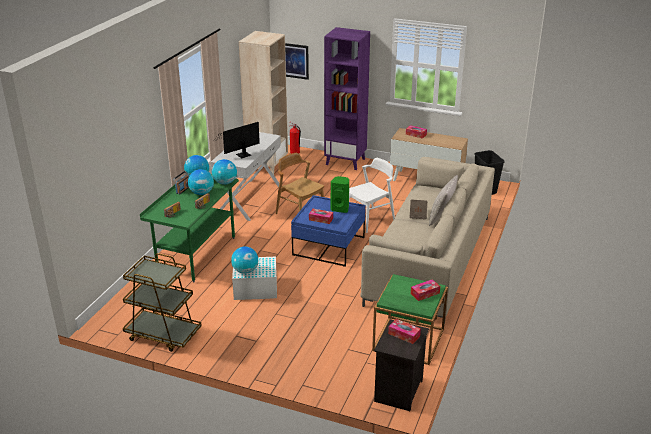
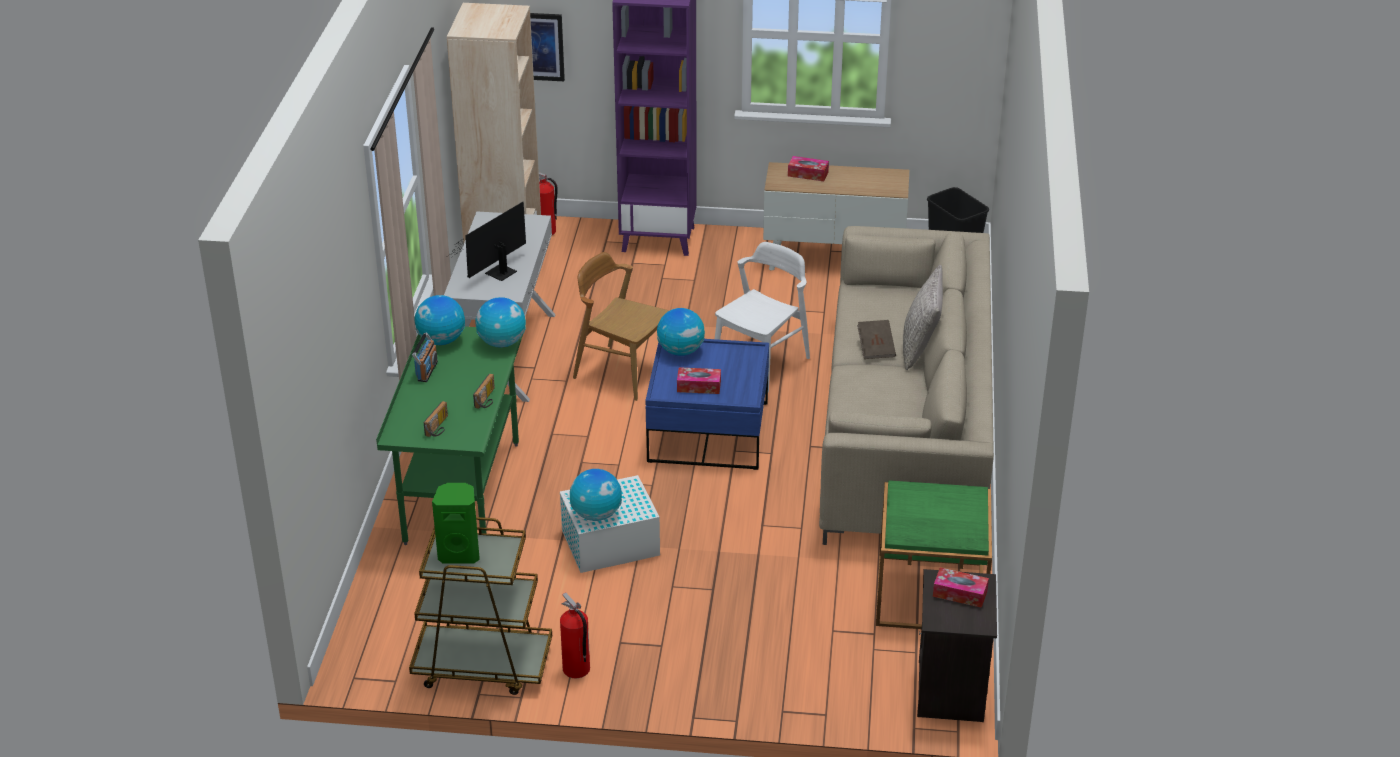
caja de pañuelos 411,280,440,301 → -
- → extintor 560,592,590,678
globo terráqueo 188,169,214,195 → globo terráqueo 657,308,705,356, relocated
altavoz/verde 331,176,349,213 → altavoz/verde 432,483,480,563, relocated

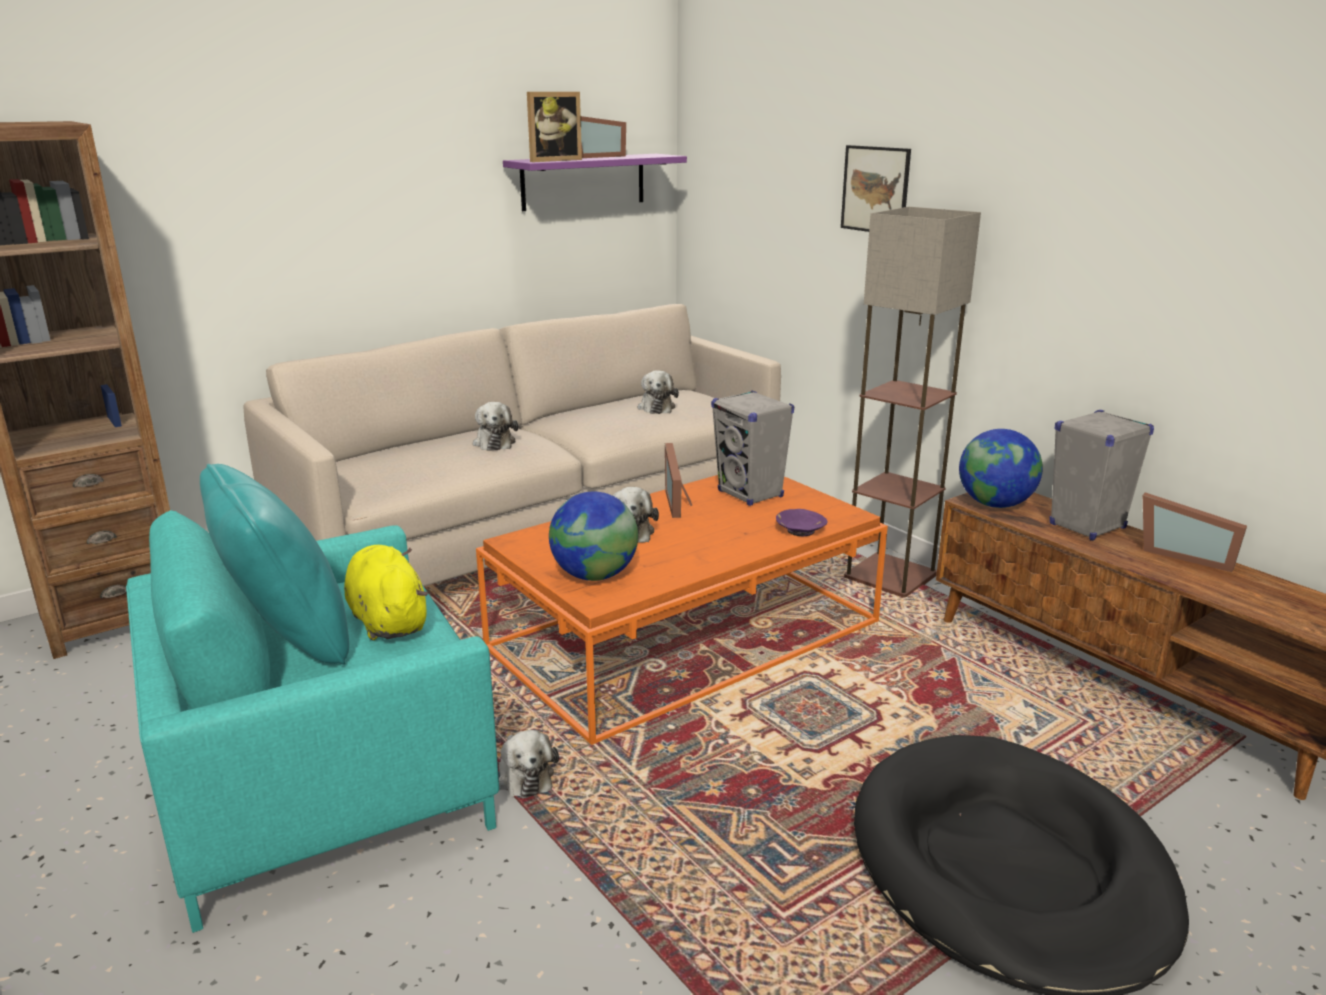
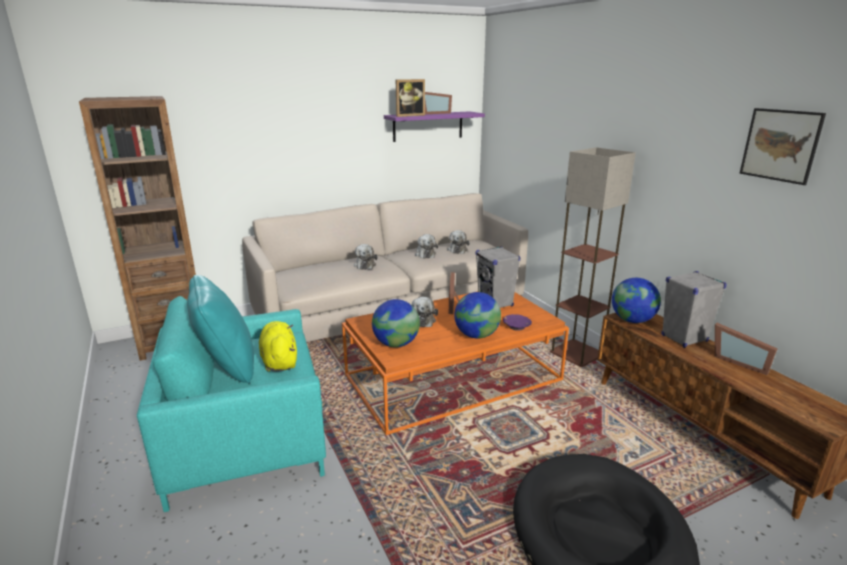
- → globo terráqueo 454,292,501,339
peluche 499,730,559,799 → peluche 415,234,438,259, relocated
cuadro 841,145,911,232 → cuadro 740,108,826,185, relocated

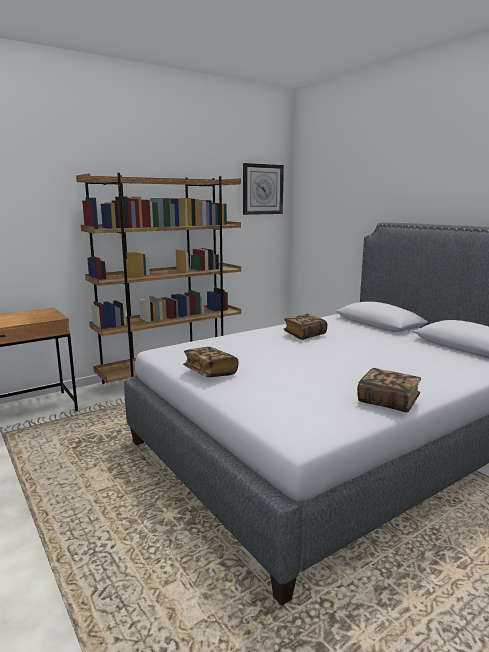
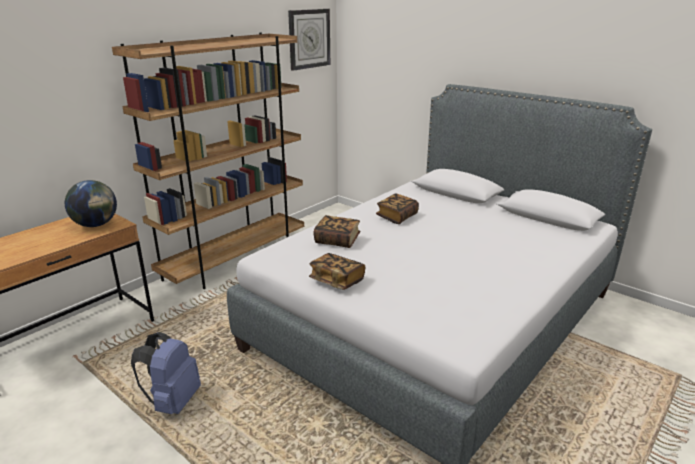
- → globo terráqueo 65,180,117,227
- → mochila/azul 131,332,201,414
libro 357,368,421,412 → libro 313,215,360,248, relocated

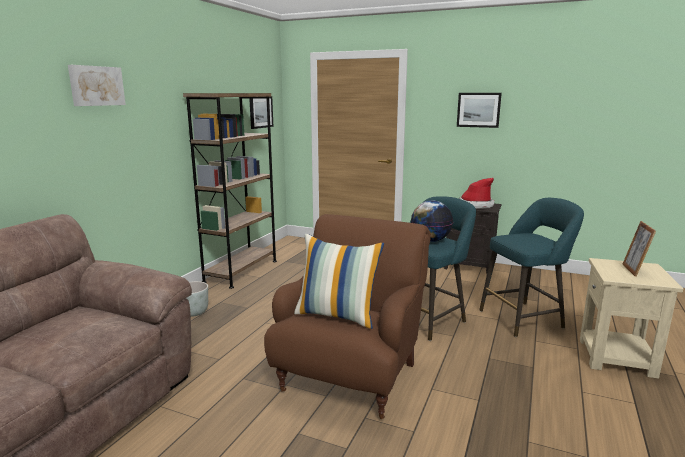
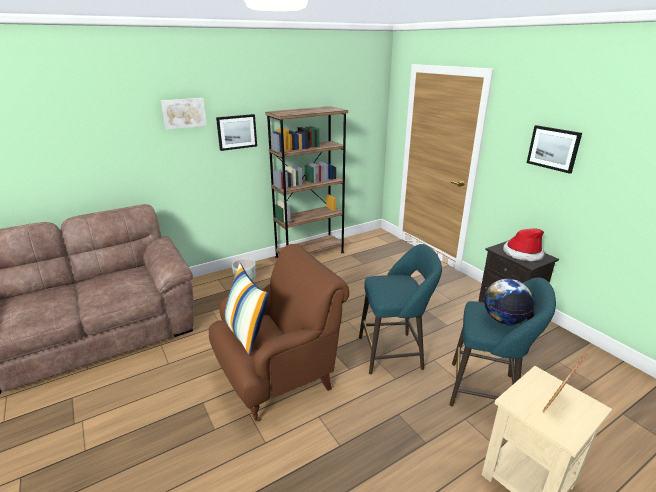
cuadro 249,96,273,129 → cuadro 216,114,257,151, relocated
globo terráqueo 411,200,453,242 → globo terráqueo 484,279,534,325, relocated

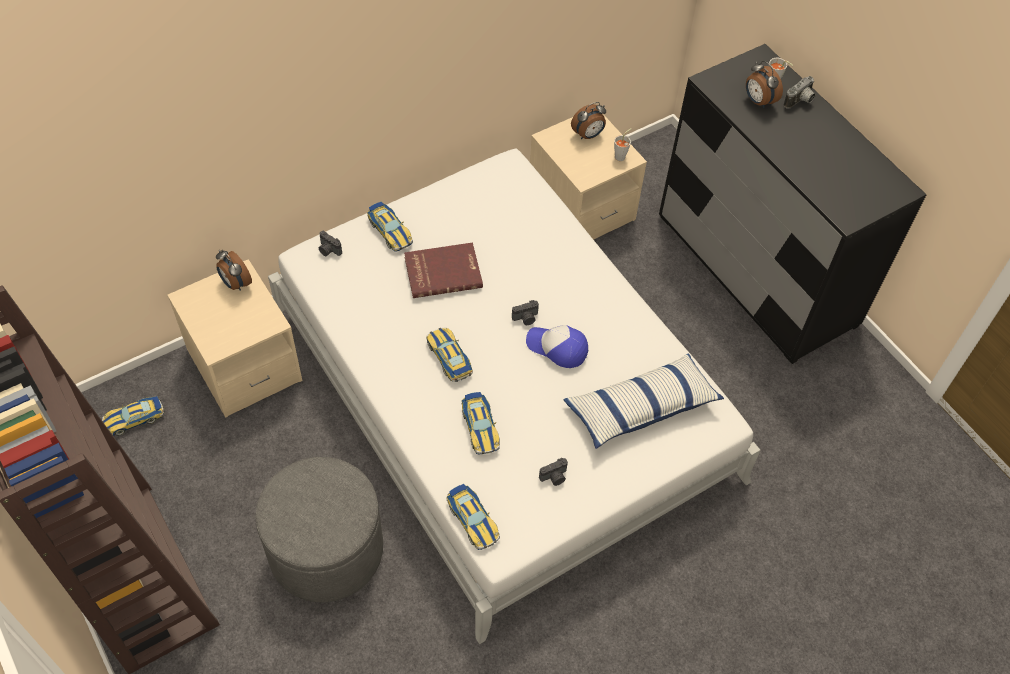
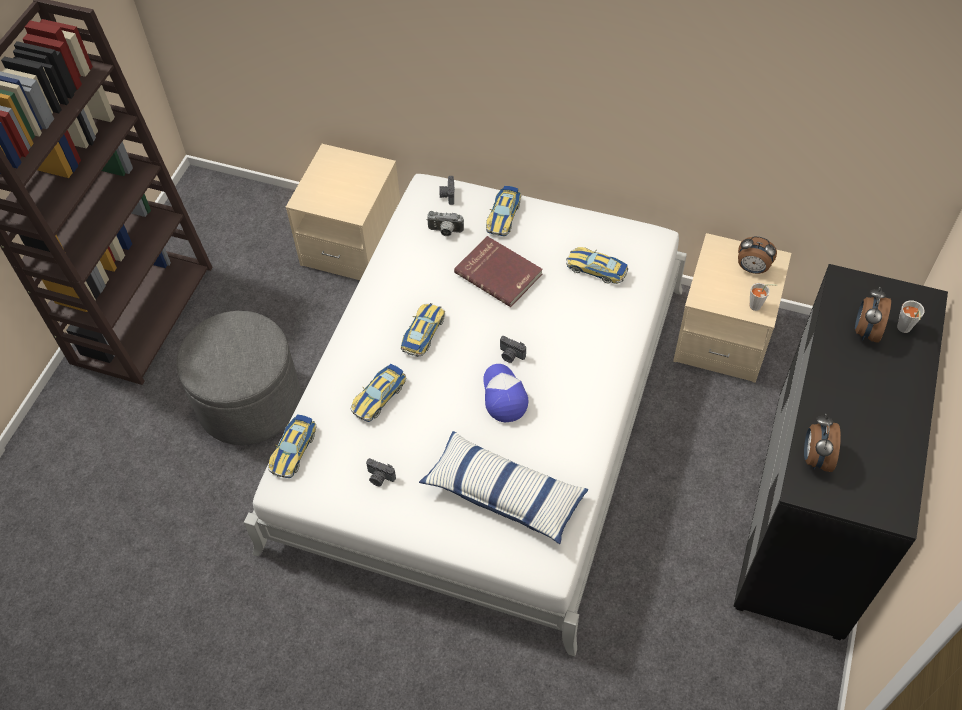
coche de juguete 102,396,164,435 → coche de juguete 566,247,628,284, relocated
despertador 216,250,252,291 → despertador 804,414,841,472, relocated
cámara 784,76,816,109 → cámara 427,211,464,236, relocated

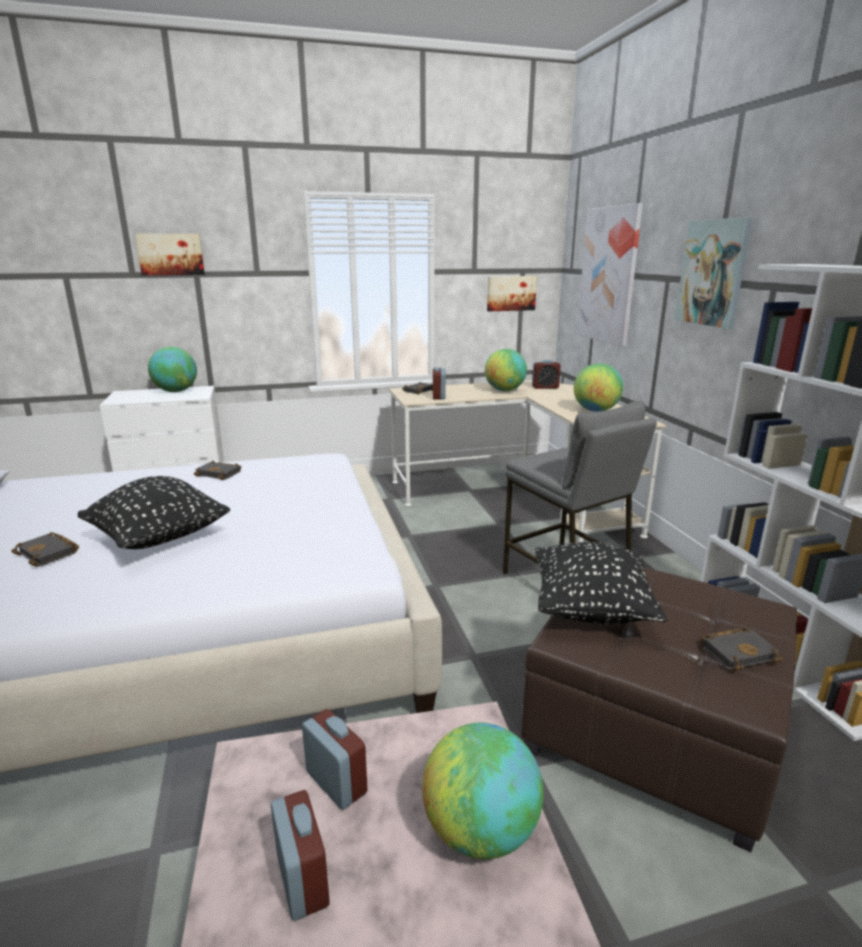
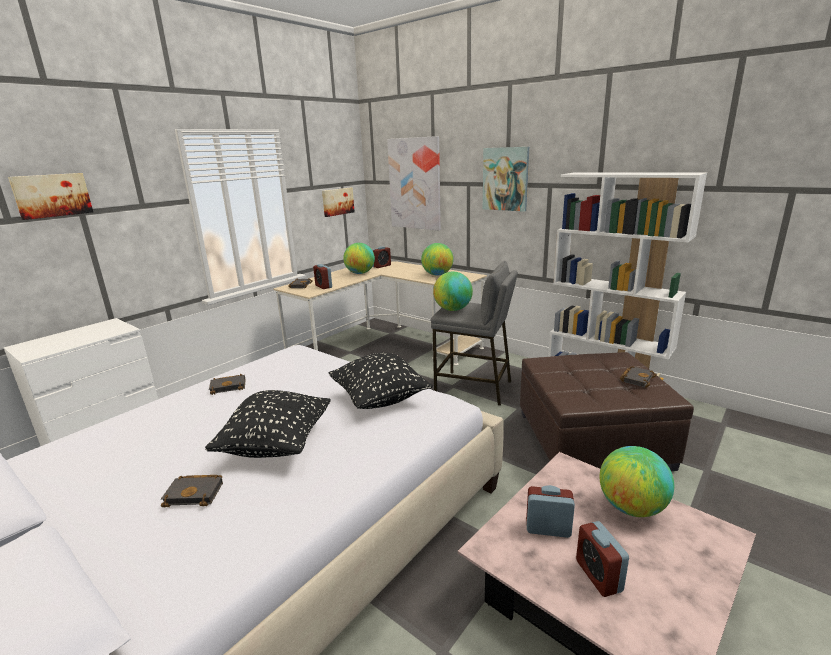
globo terráqueo 148,347,197,392 → globo terráqueo 433,272,473,311, relocated
cojín/negro 535,542,667,624 → cojín/negro 328,352,433,409, relocated
despertador 271,790,330,921 → despertador 576,521,629,597, 135 degrees counterclockwise

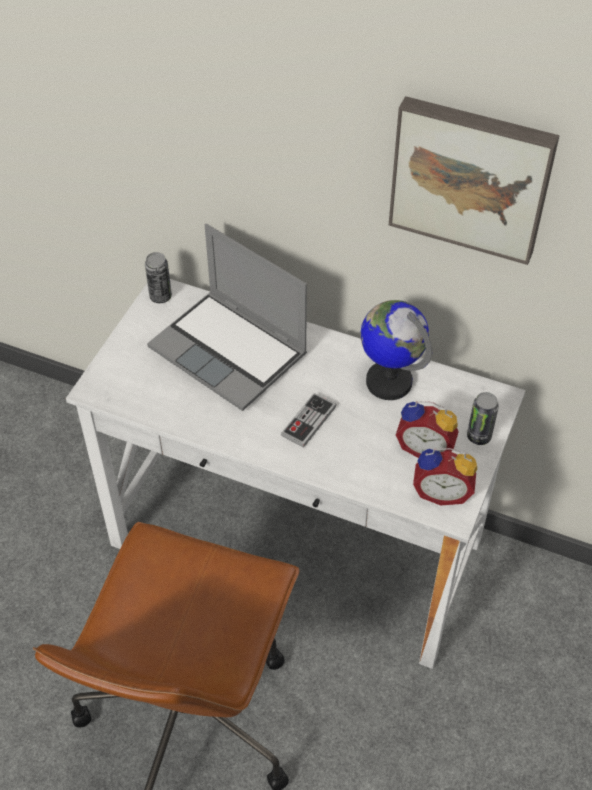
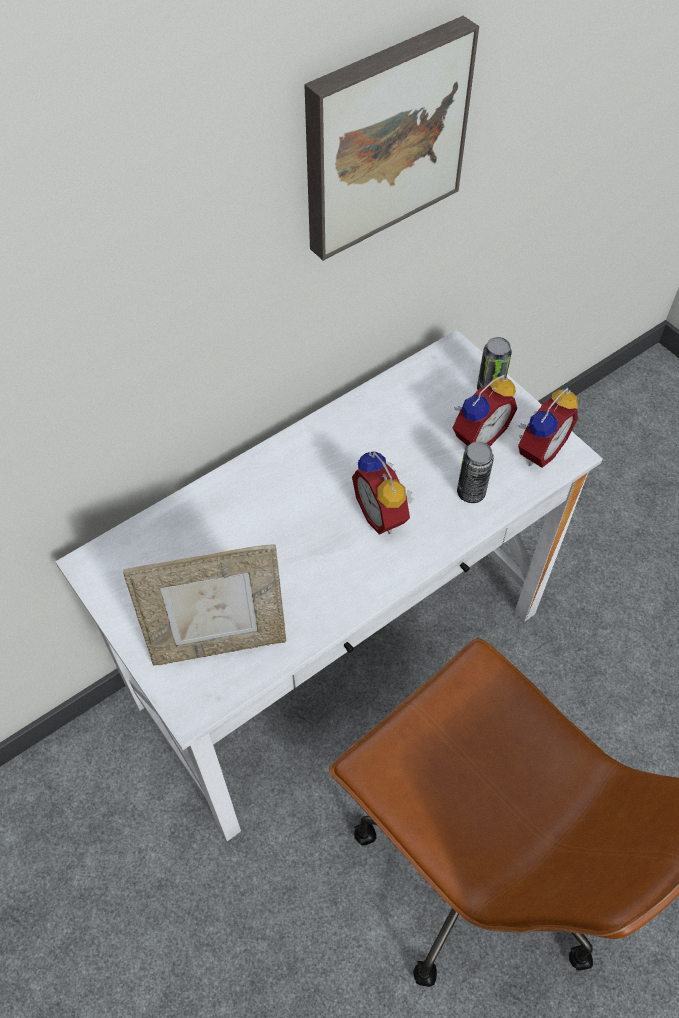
portátil 147,224,307,411 → -
globo terráqueo 360,300,432,400 → -
- → portarretratos 123,544,286,666
lata 145,252,172,303 → lata 457,442,494,503, relocated
mando de consola 281,393,336,448 → despertador 352,451,414,535

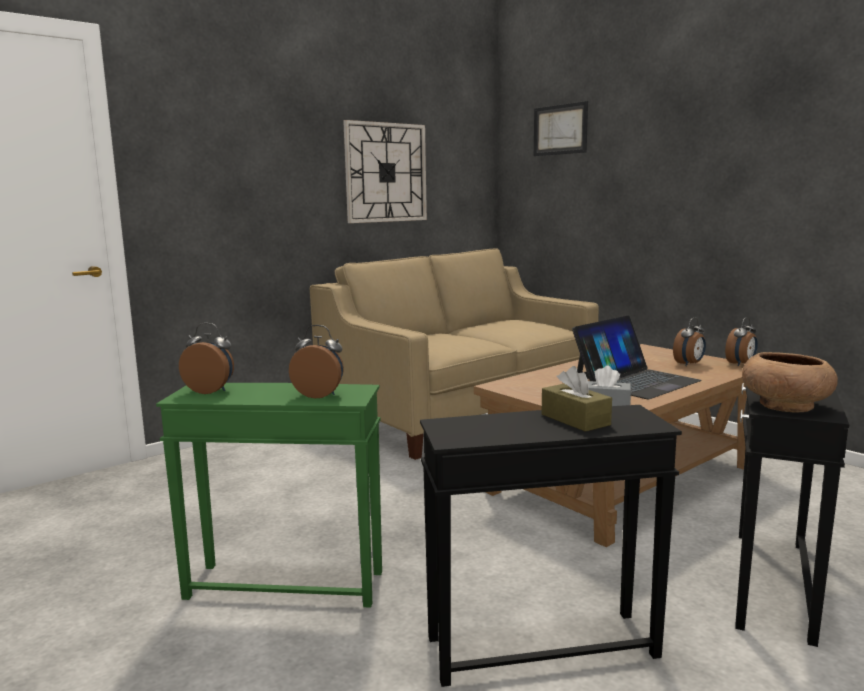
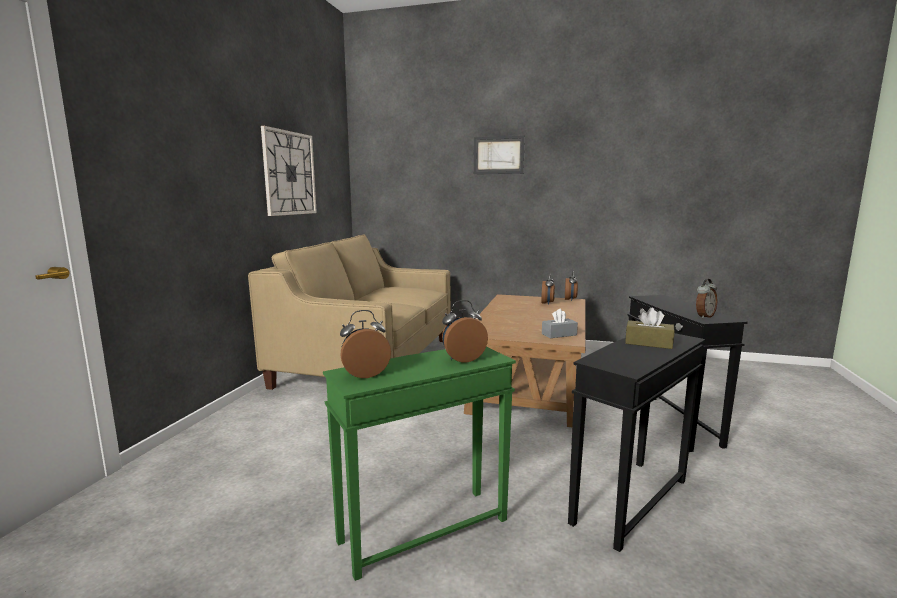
portátil 572,315,702,399 → -
cuadro 534,101,588,156 → cuadro 474,136,525,174, relocated
cuenco/marrón 742,352,838,412 → despertador 696,279,717,319

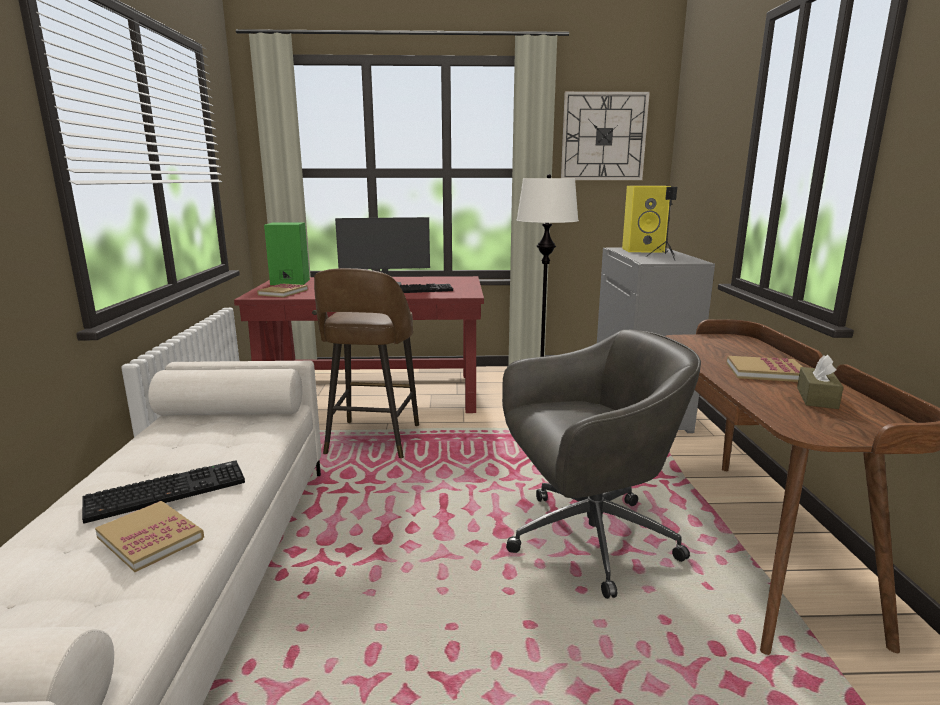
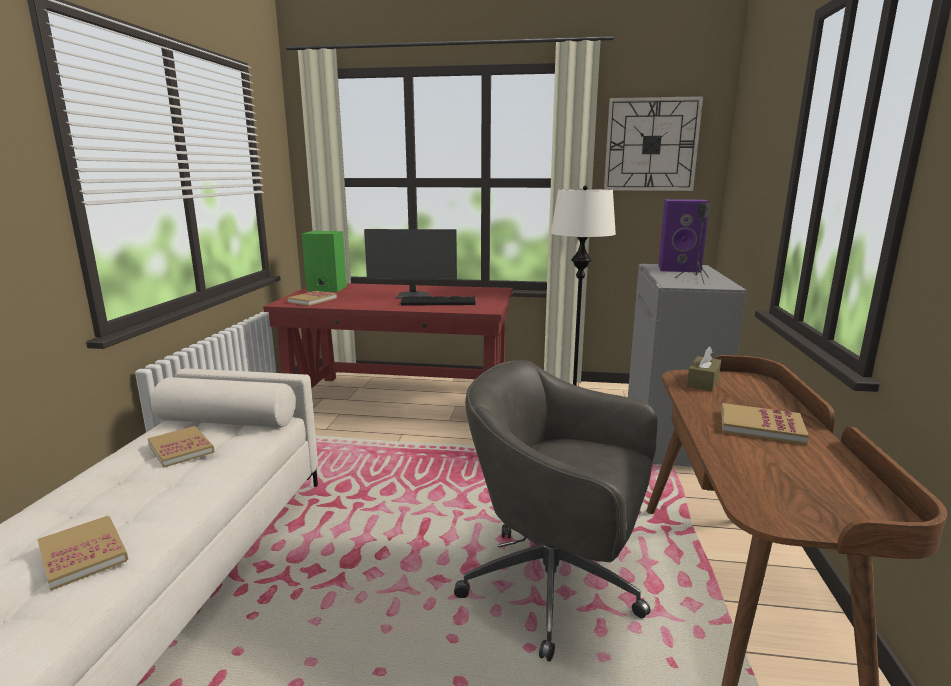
teclado 82,460,245,524 → -
taburete/marrón 314,268,419,458 → -
- → libro 148,426,215,467
caja de pañuelos/marrón 797,355,843,409 → caja de pañuelos/marrón 687,346,721,391, relocated
altavoz/amarillo 622,186,671,253 → altavoz/morado 658,199,710,273
silla de oficina/gris 502,330,701,599 → silla de oficina/gris 454,360,657,662, 150 degrees counterclockwise

